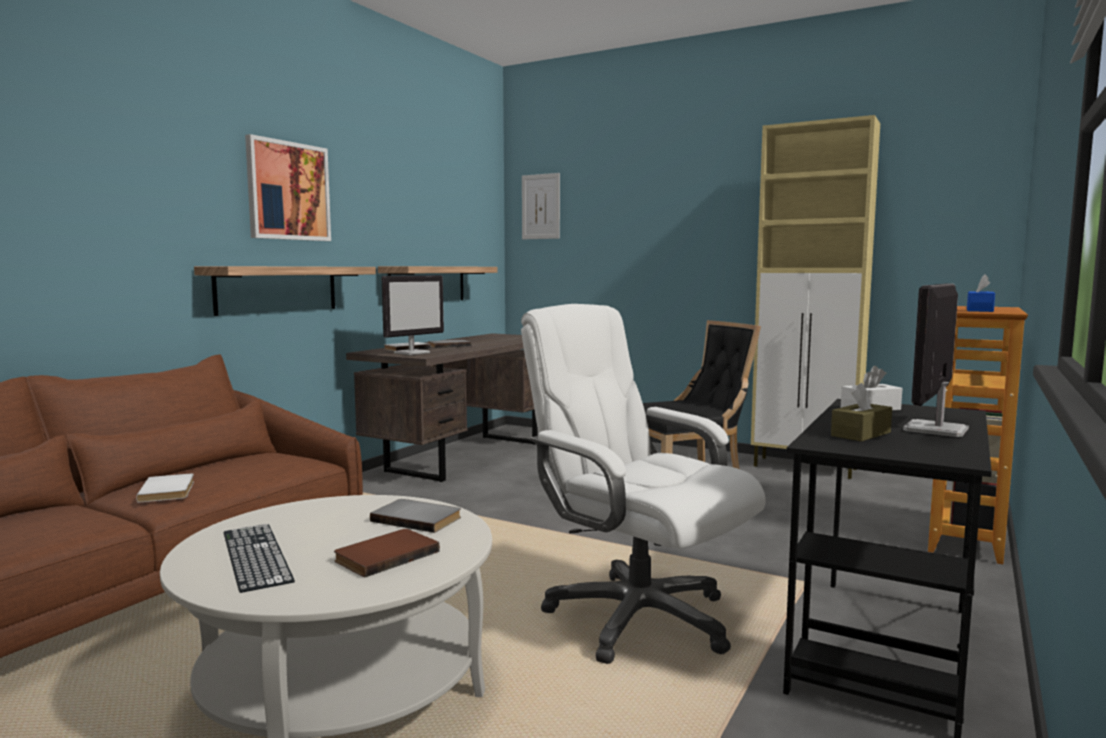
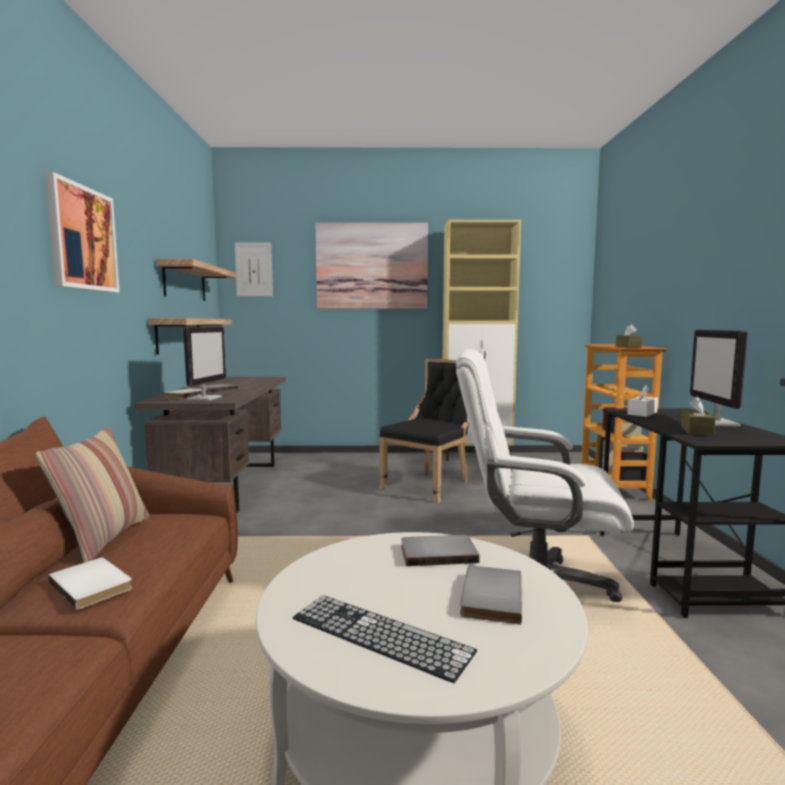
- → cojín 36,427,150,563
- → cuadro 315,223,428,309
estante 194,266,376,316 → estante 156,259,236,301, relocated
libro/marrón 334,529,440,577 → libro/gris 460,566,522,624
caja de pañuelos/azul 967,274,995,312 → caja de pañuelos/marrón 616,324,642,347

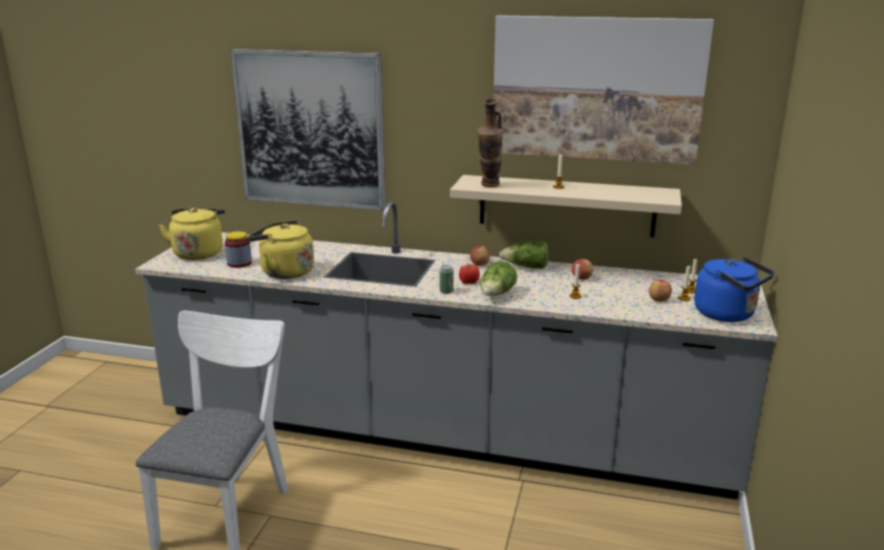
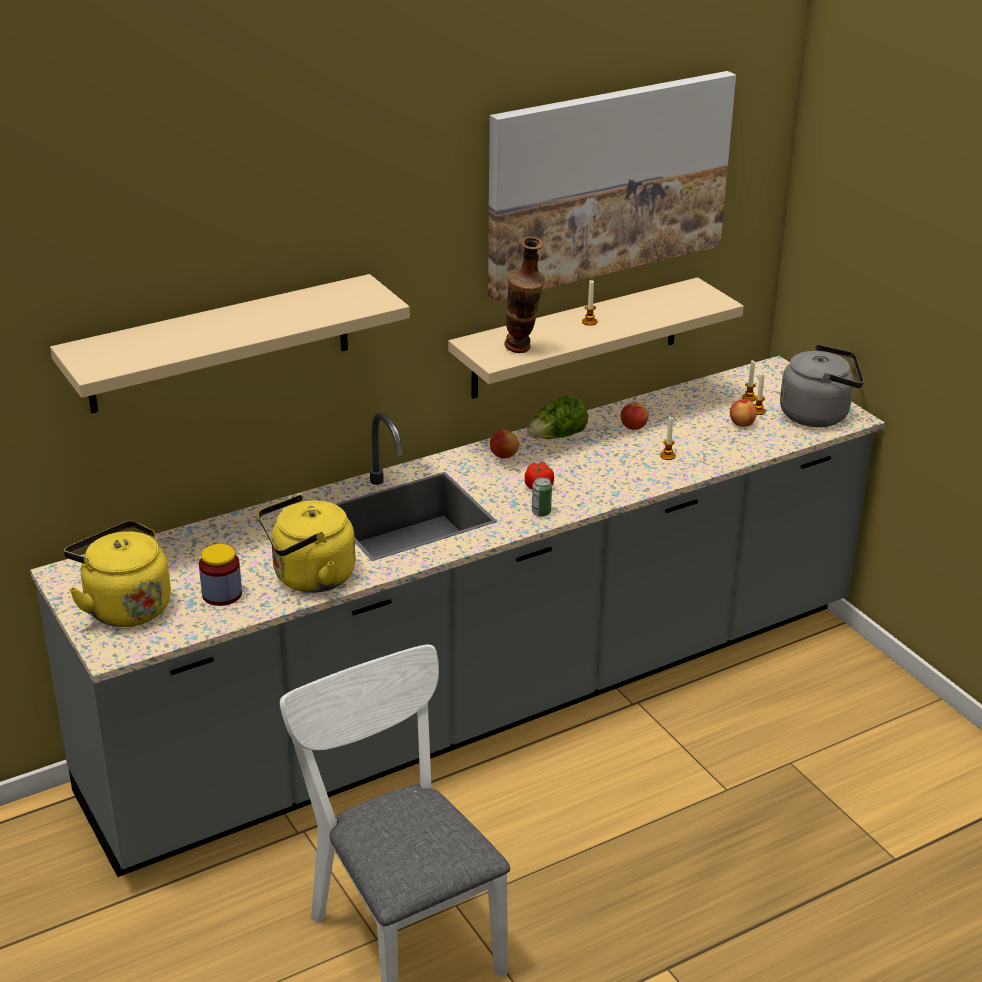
lechuga 480,261,517,296 → -
cuadro 230,49,385,211 → estante/beis 50,274,410,413
hervidor/azul 694,257,774,322 → hervidor/gris 780,344,864,427

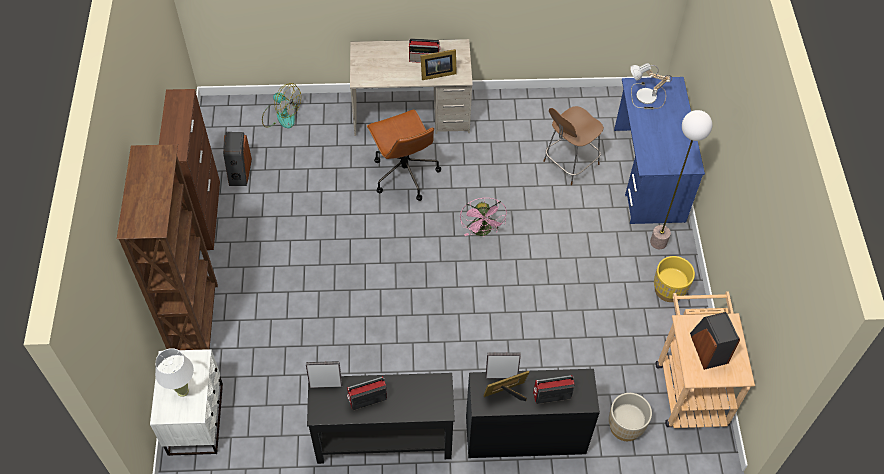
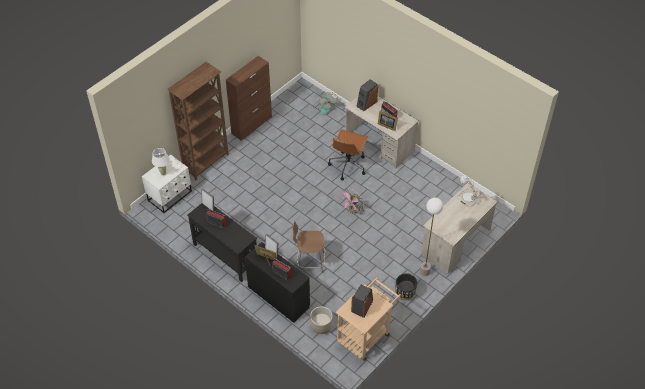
altavoz 223,132,252,186 → altavoz 356,79,378,111, relocated
silla/marrón 543,106,604,185 → silla/marrón 293,221,325,273, relocated
escritorio/azul 614,77,705,224 → escritorio/beis 421,183,497,274
maceta/amarillo 654,256,695,302 → maceta/negro 395,273,417,301

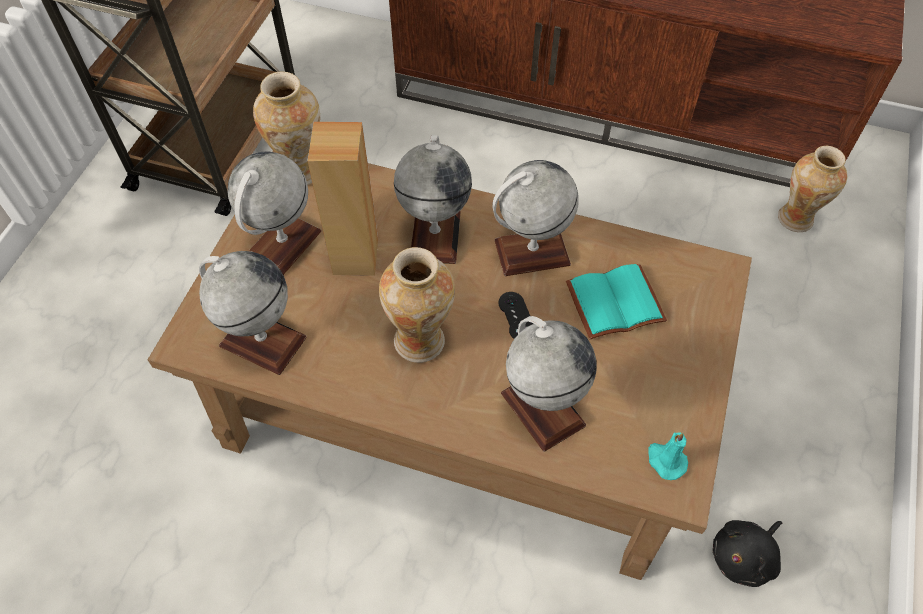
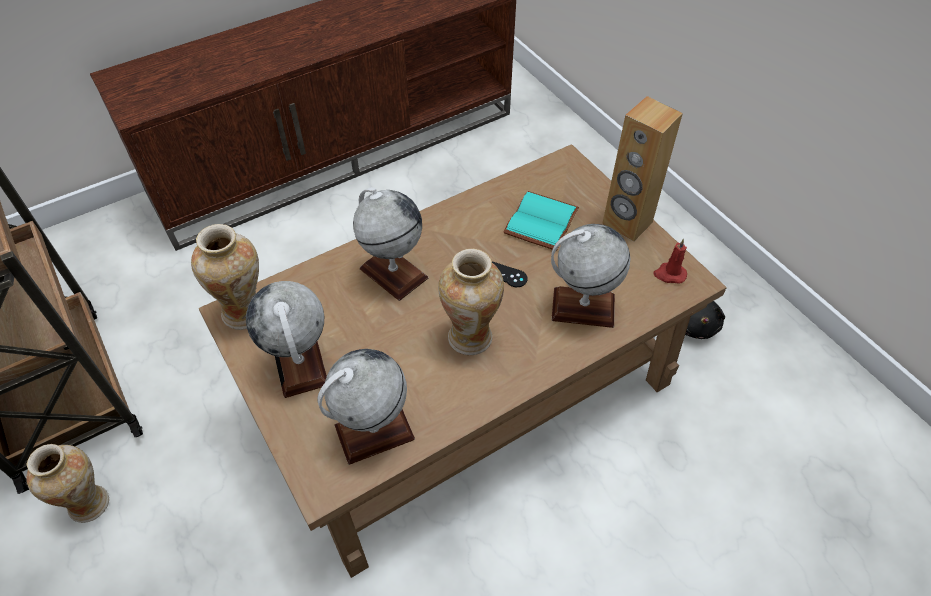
globo terráqueo 492,160,579,276 → -
altavoz/marrón 307,122,378,276 → altavoz/marrón 602,96,683,241, relocated
florero 778,146,847,232 → florero 26,444,109,523, relocated
vela/turquesa 648,432,688,480 → vela/rojo 653,238,687,284

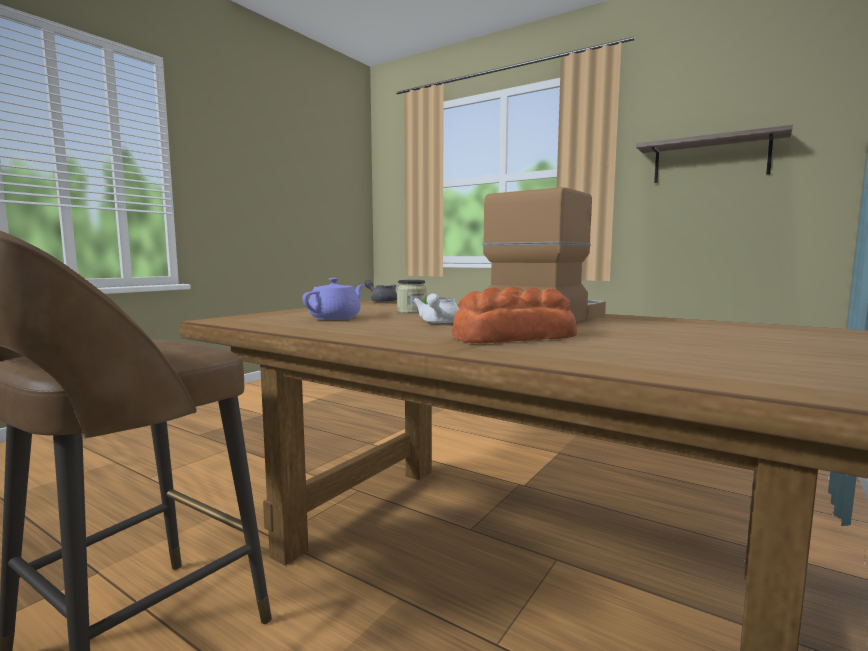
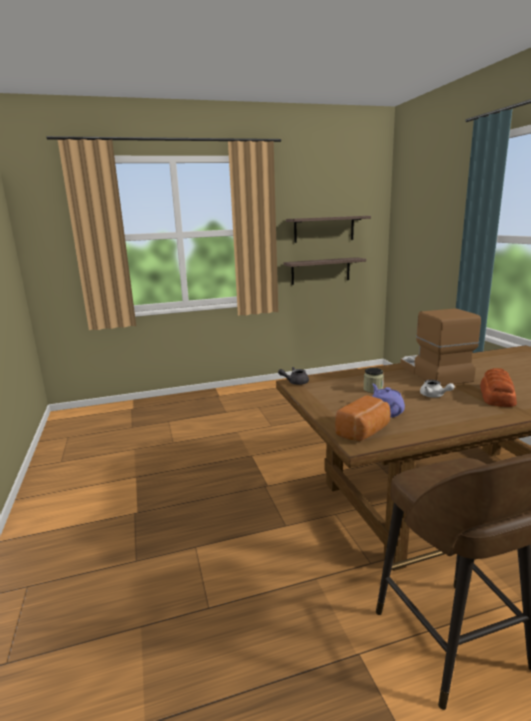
- → estante 283,257,366,285
- → pan 335,395,390,441

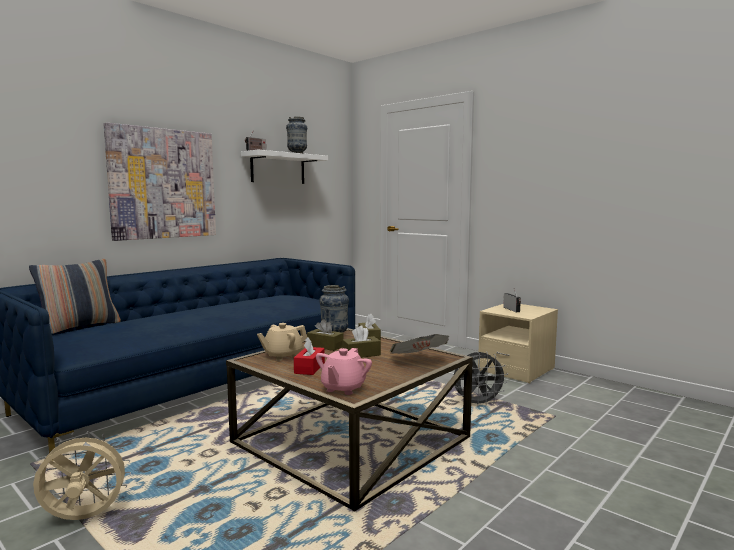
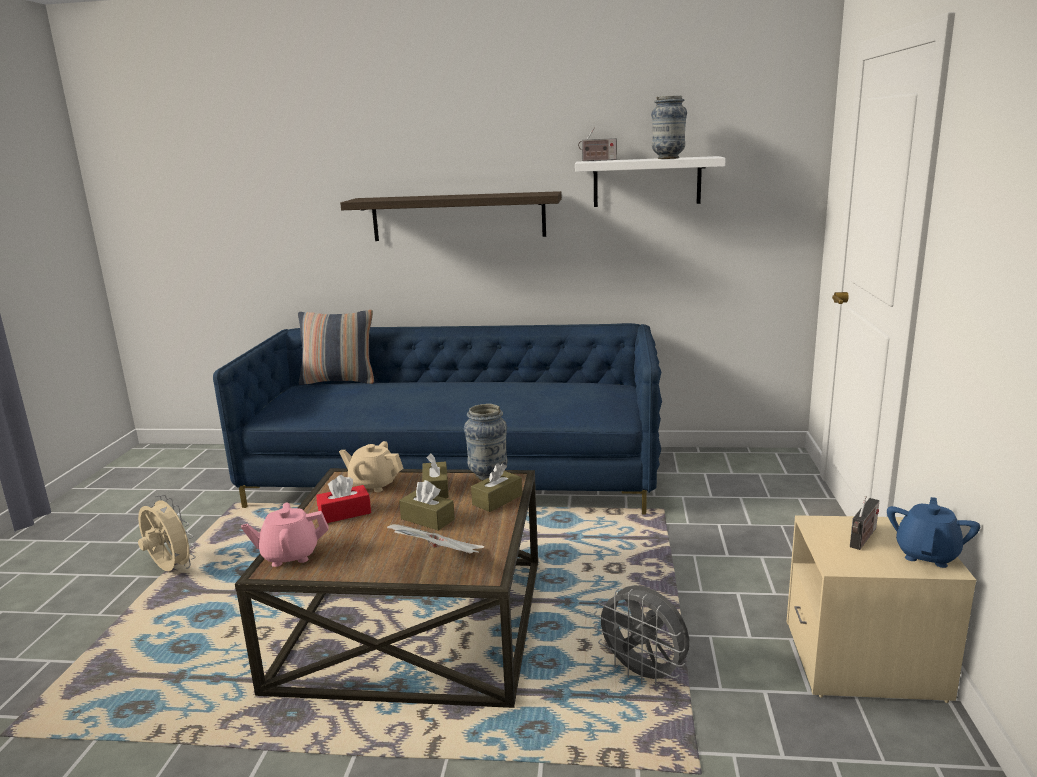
- → tetera/azul 887,497,980,568
cuadro 104,122,216,241 → estante 340,191,562,241

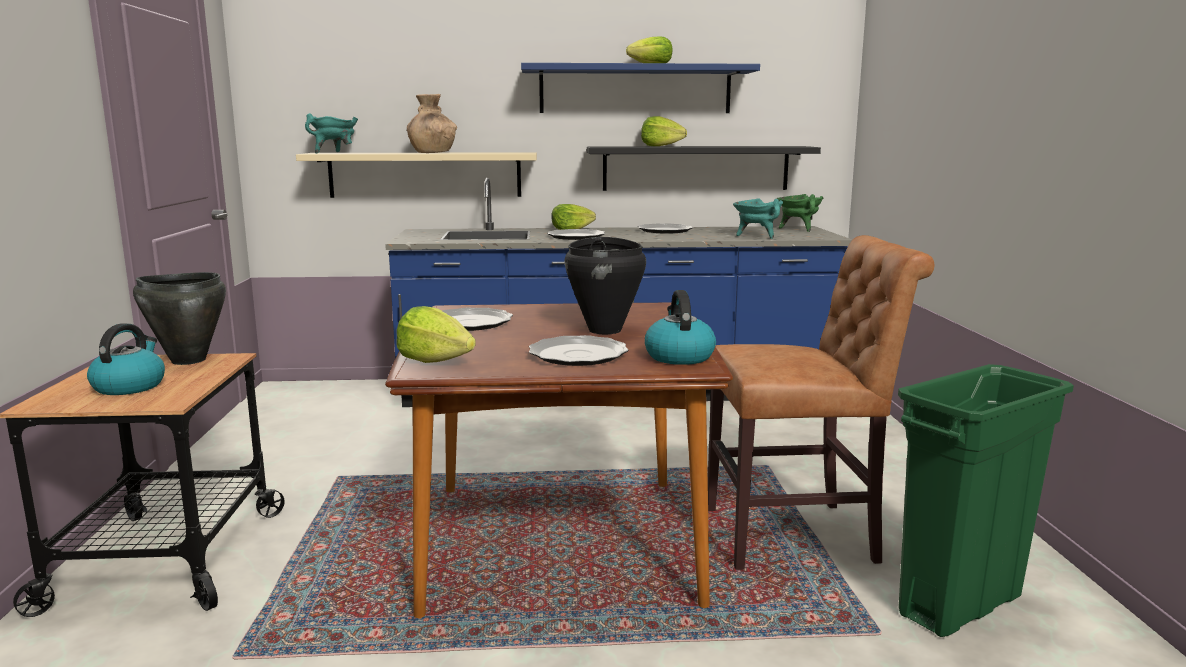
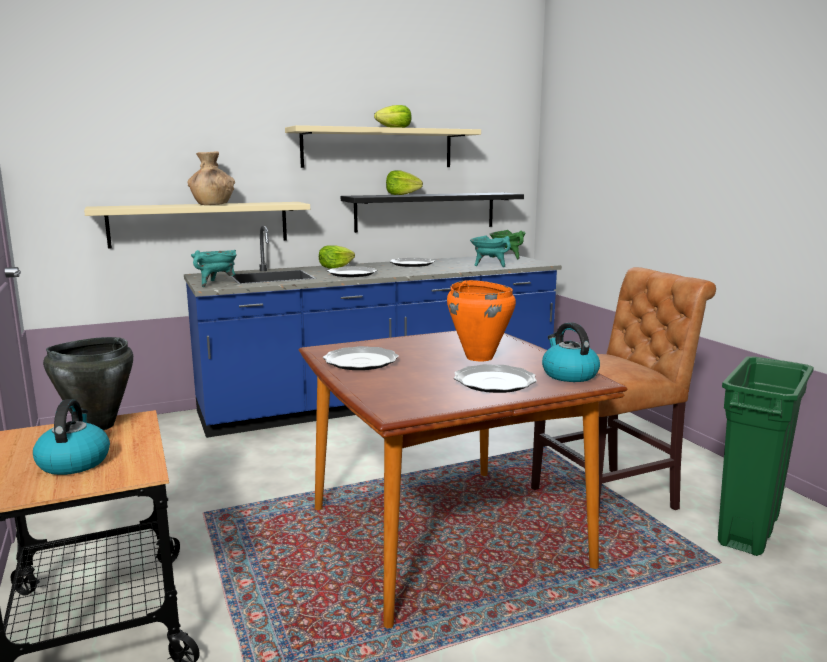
lechuga 396,306,476,363 → -
olla/turquesa 305,113,358,153 → olla/turquesa 191,250,237,287, relocated
estante/azul 521,63,760,113 → estante/beis 285,125,481,168
olla/negro 565,237,646,334 → olla/naranja 447,280,516,361

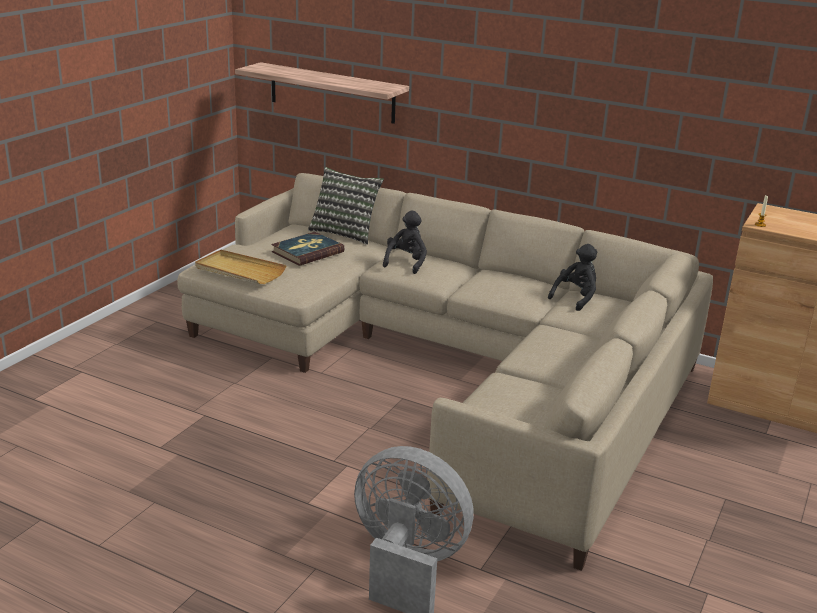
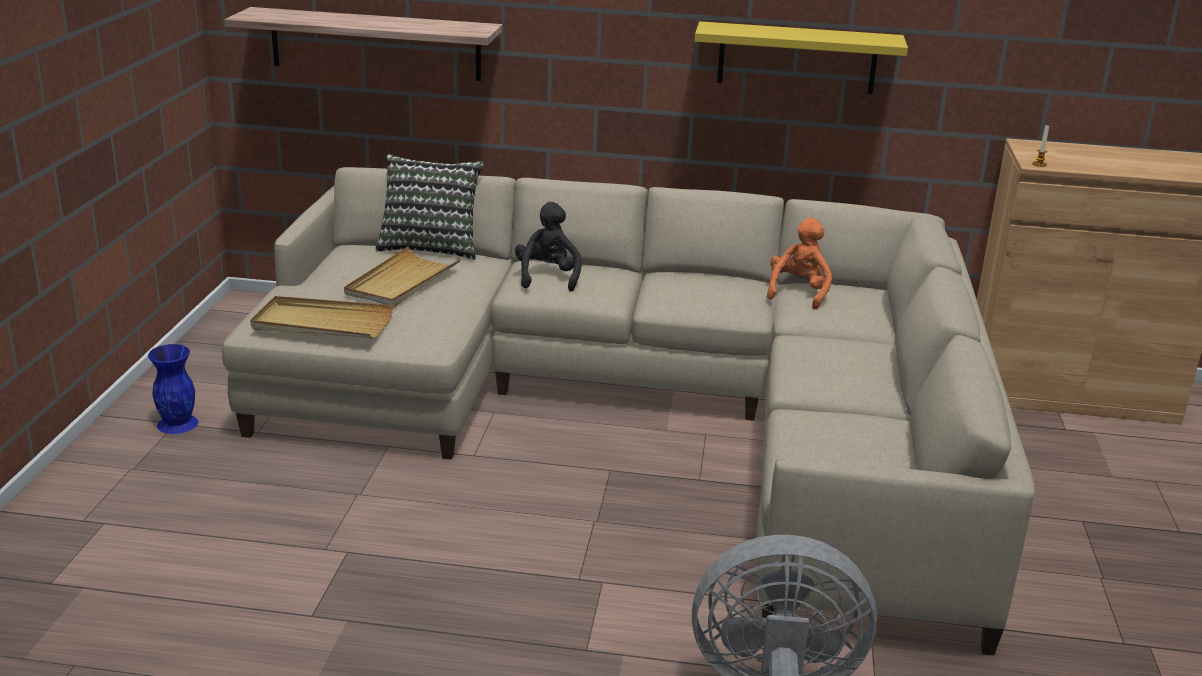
- → florero/azul 148,344,198,434
- → estante/amarillo 695,21,908,94
libro 271,232,345,266 → bandeja/beis 344,246,461,307
peluche/negro 548,244,597,311 → peluche/naranja 767,217,832,309

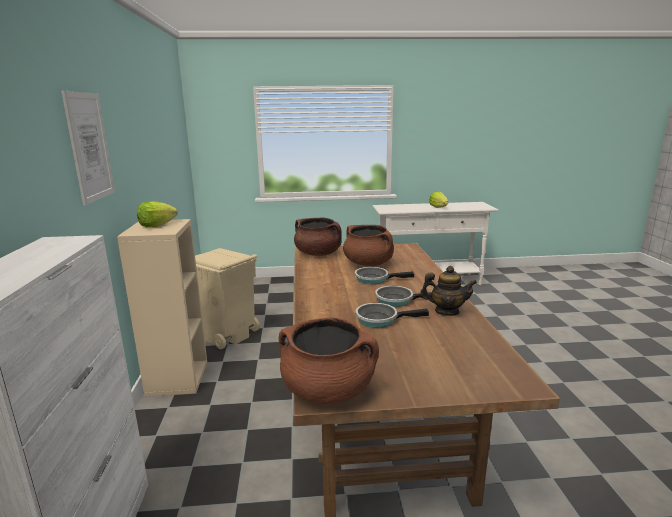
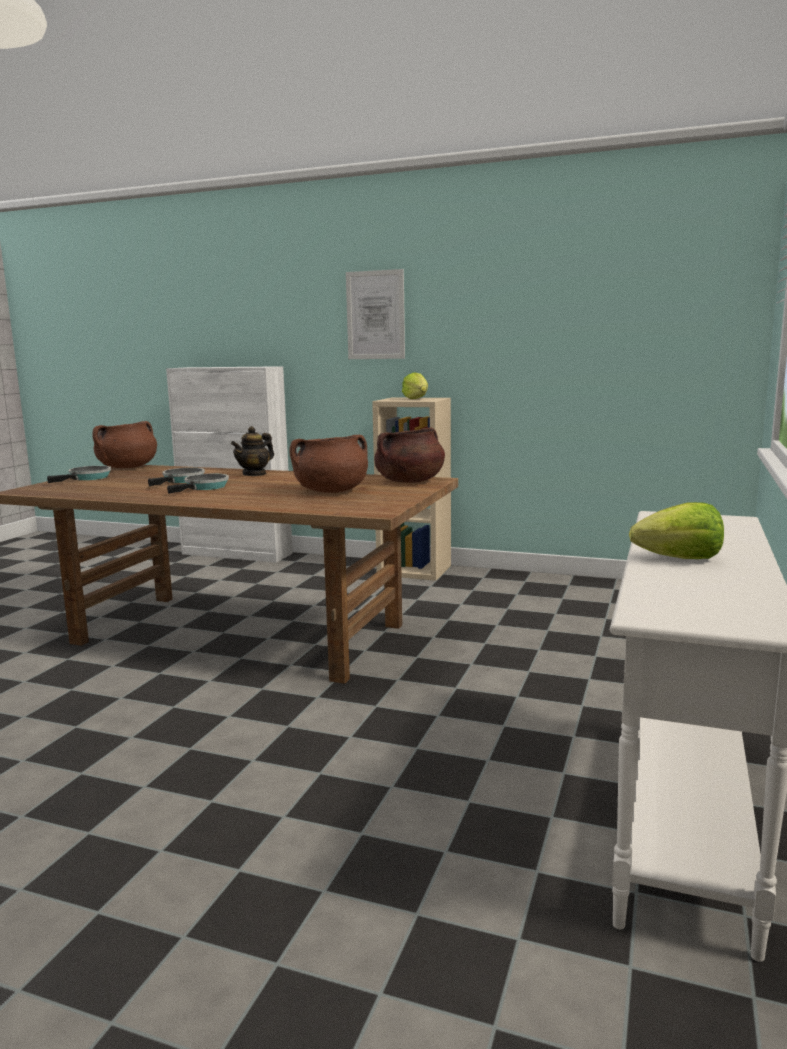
papelera/beis 195,248,260,349 → -
sartén 355,267,414,284 → sartén 47,466,111,483, relocated
tetera 420,266,477,316 → tetera 231,426,274,476, relocated

